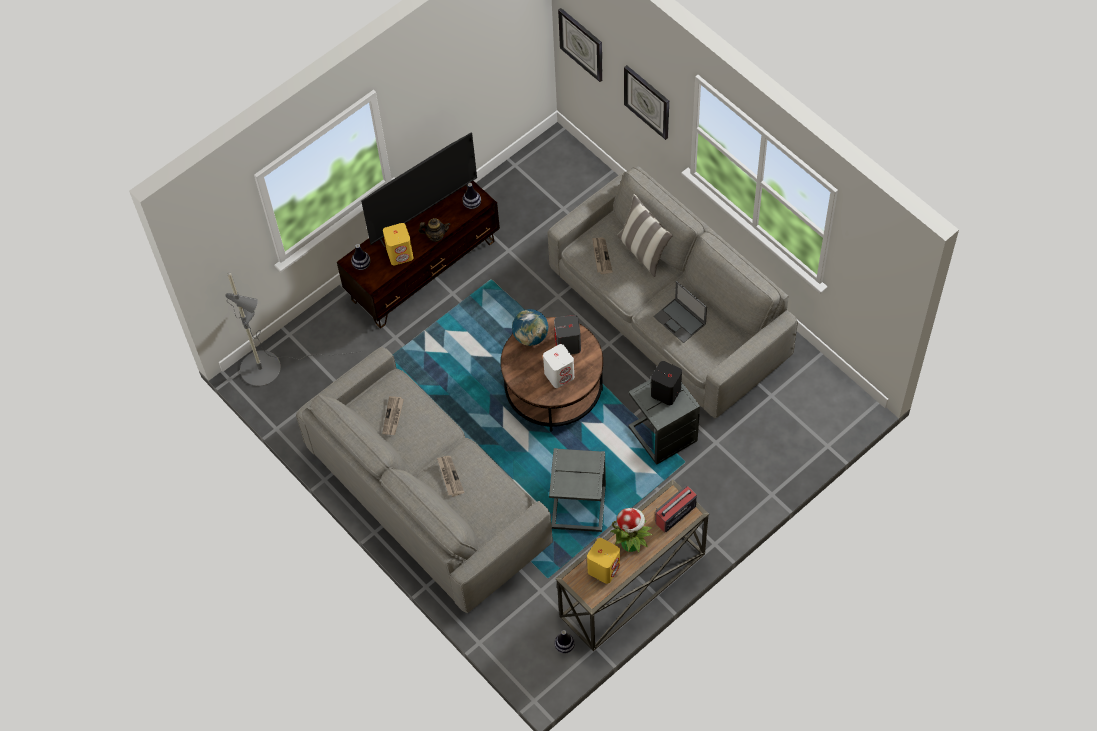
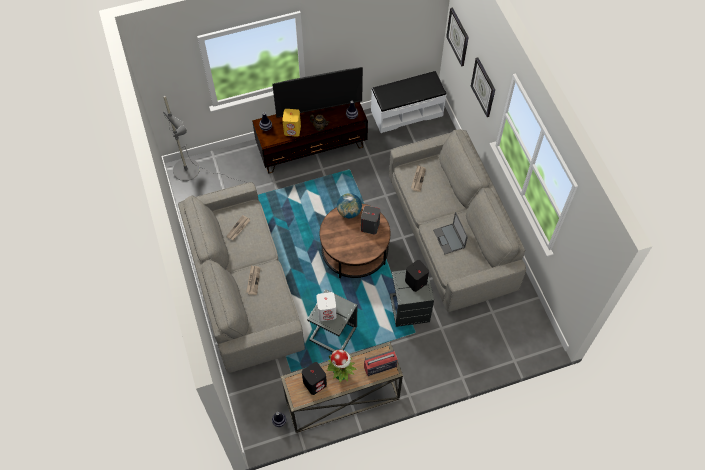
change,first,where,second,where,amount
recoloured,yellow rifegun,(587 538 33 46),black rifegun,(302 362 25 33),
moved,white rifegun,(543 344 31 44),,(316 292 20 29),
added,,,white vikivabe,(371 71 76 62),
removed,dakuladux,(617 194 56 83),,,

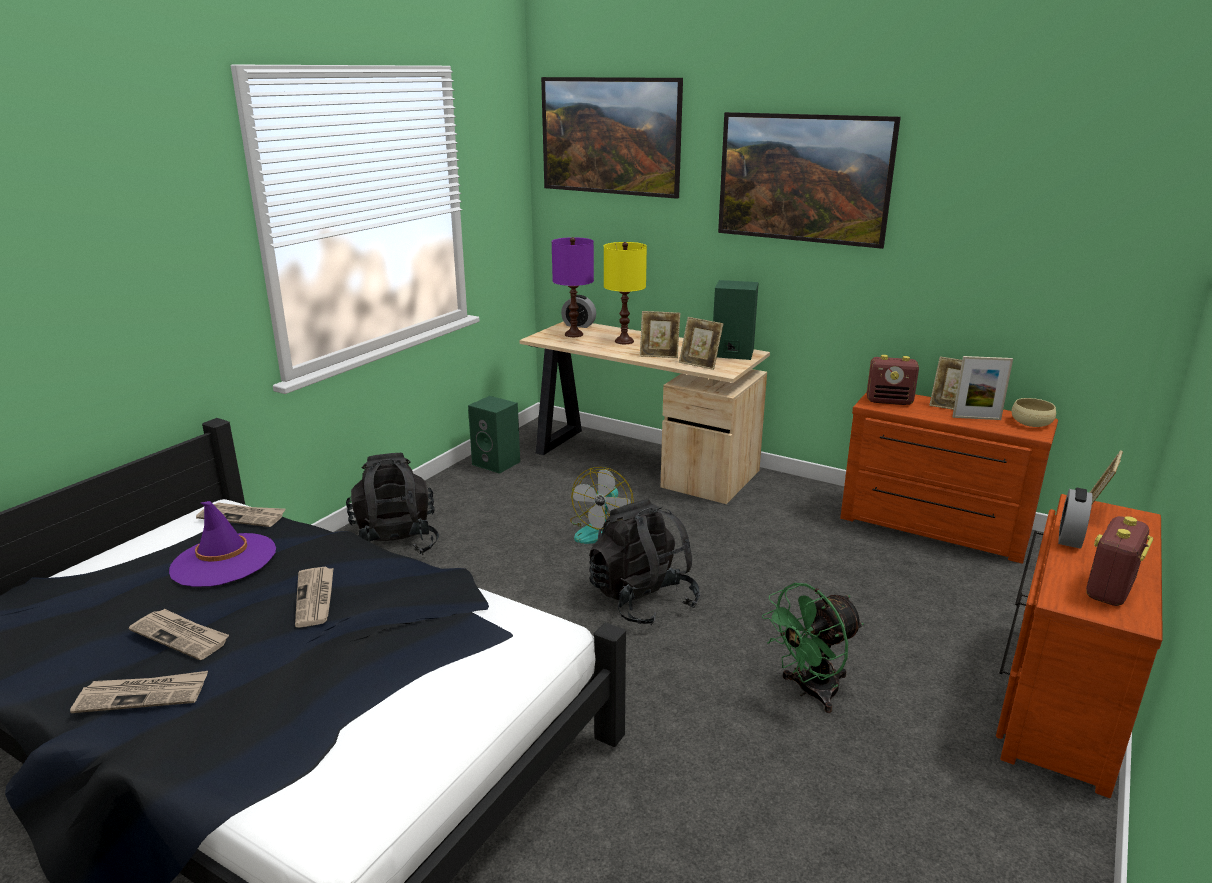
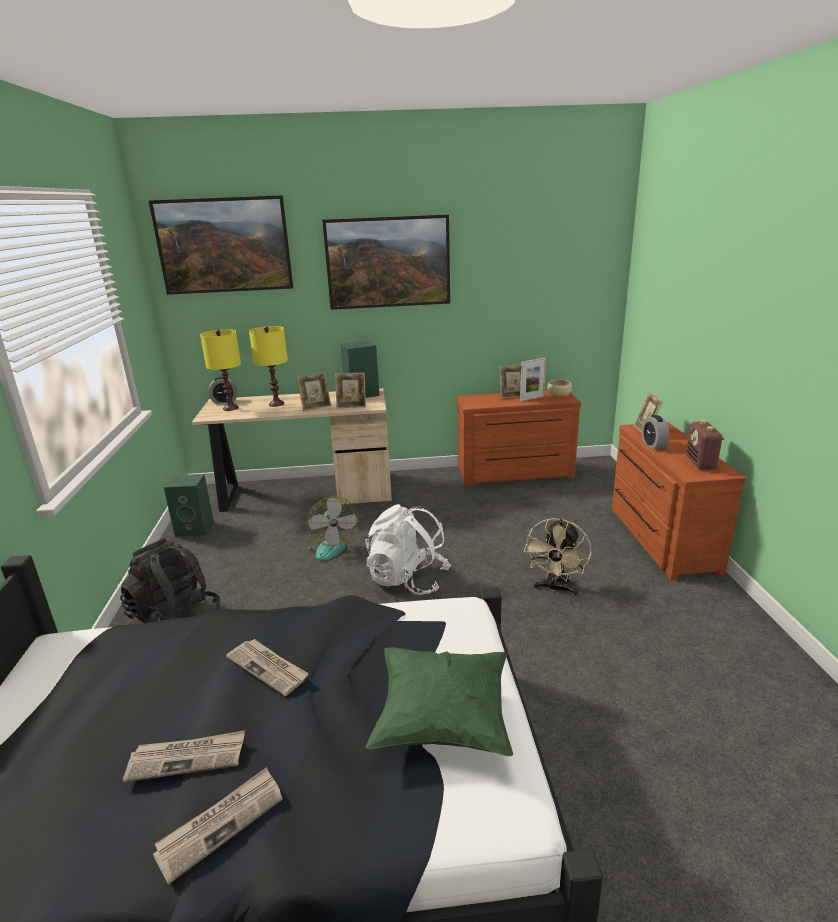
change,first,where,second,where,amount
recoloured,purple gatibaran,(552 237 42 100),yellow gatibaran,(200 329 41 82),
recoloured,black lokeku,(589 499 111 126),white lokeku,(365 504 86 91),
added,,,green dakuladux,(366 647 147 109),
recoloured,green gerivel,(762 583 102 130),beige gerivel,(524 518 67 78),
removed,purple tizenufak,(169 501 107 86),,,
removed,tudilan,(196 502 90 25),,,
removed,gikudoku,(867 355 52 50),,,

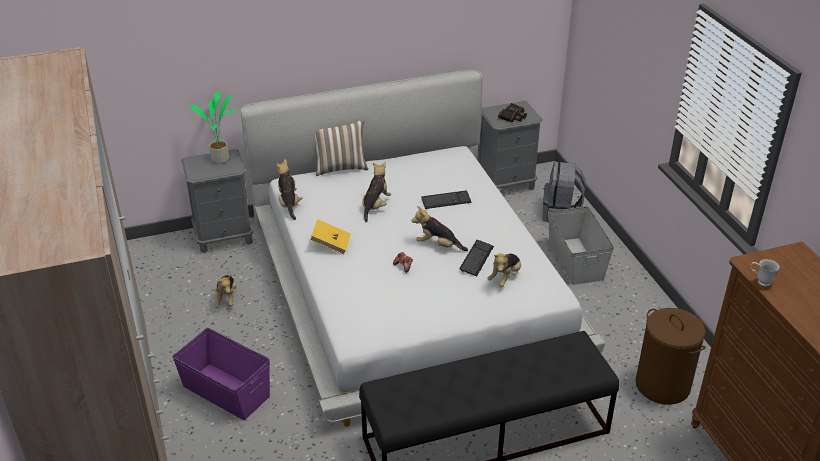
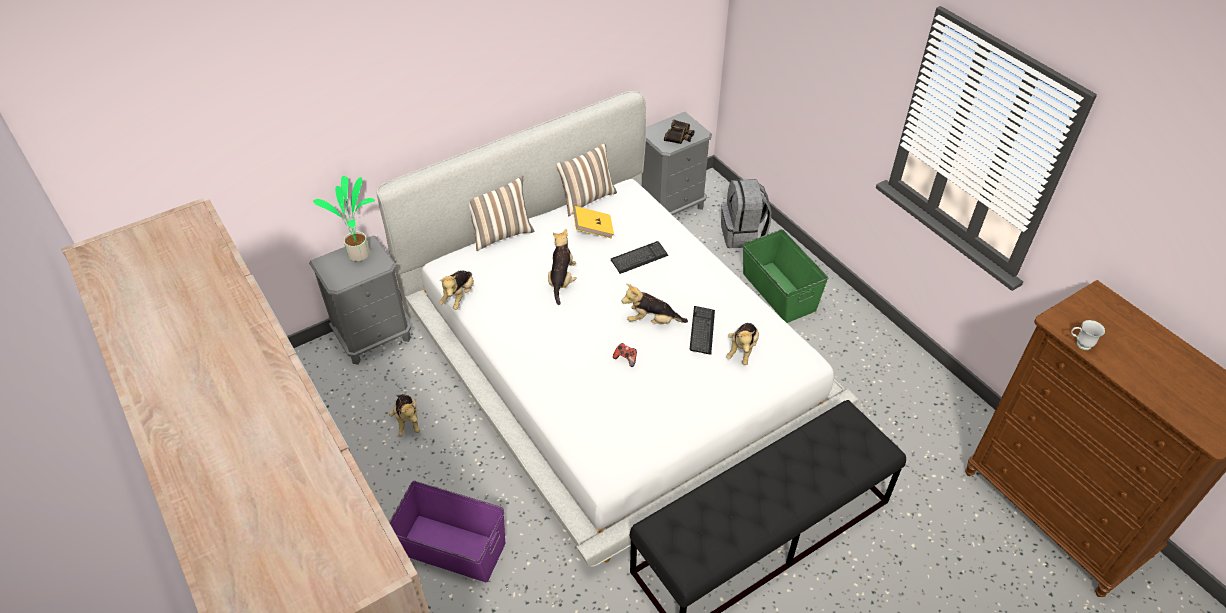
change,first,where,second,where,amount
turned,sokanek,(276 159 27 61),,(439 270 35 40),135 degrees counterclockwise
added,,,dakuladux,(556 144 61 72),
moved,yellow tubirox,(310 220 41 34),,(573 206 41 33),
recoloured,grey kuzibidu,(548 206 66 79),green kuzibidu,(743 229 85 94),
removed,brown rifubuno,(635 308 71 97),,,

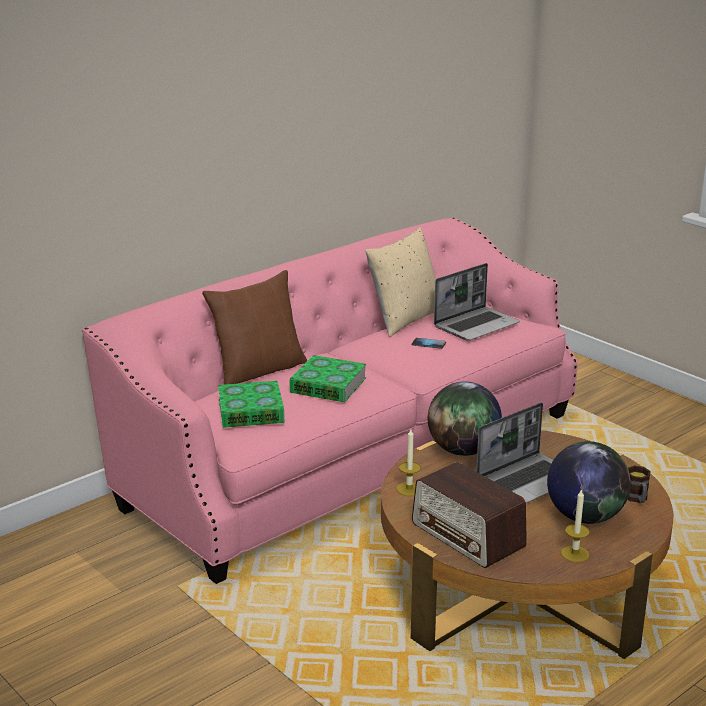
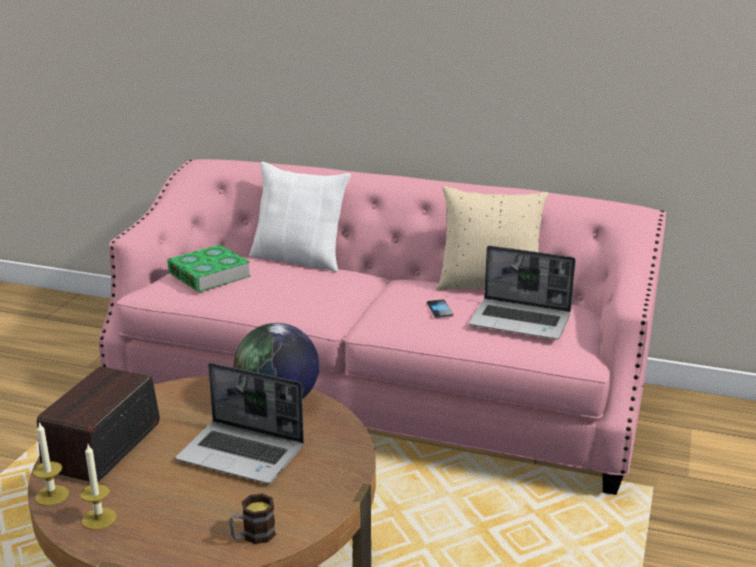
change,first,where,second,where,amount
moved,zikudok,(397 429 24 67),,(33 422 36 84),
recoloured,brown dakuladux,(202 270 105 115),white dakuladux,(249 161 102 111),
removed,tubirox,(289 355 77 47),,,
removed,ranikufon,(547 441 84 83),,,

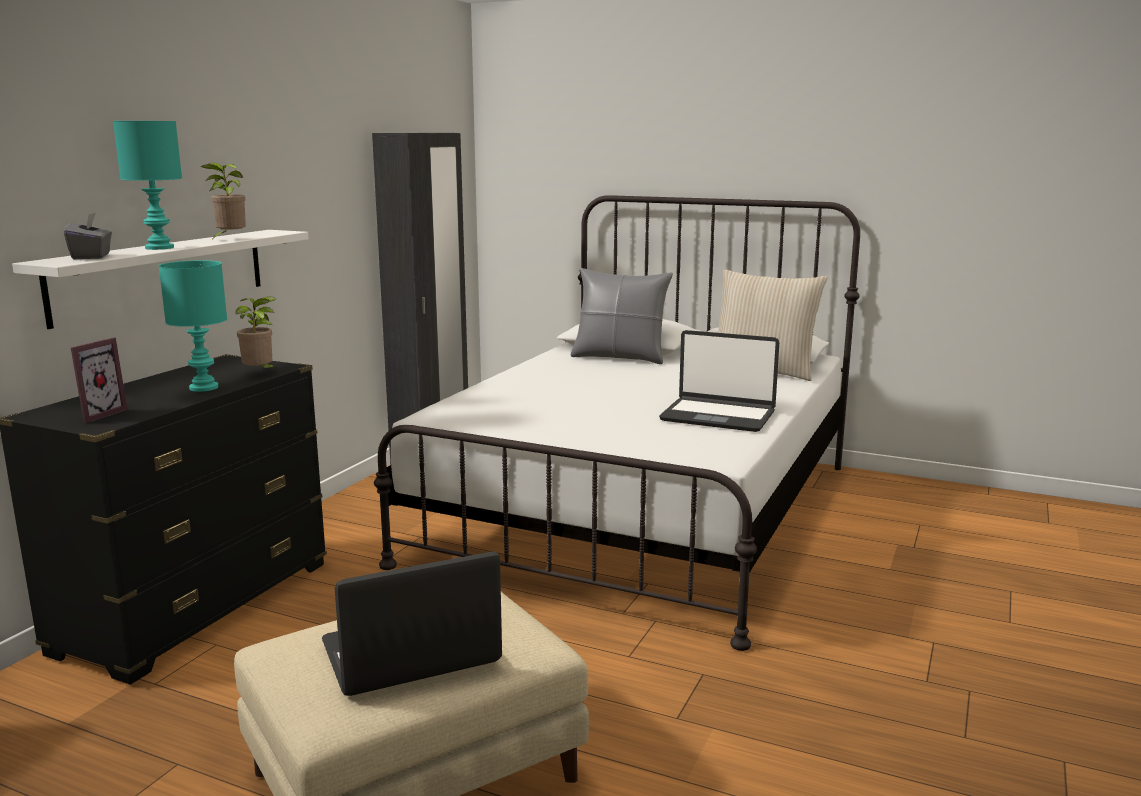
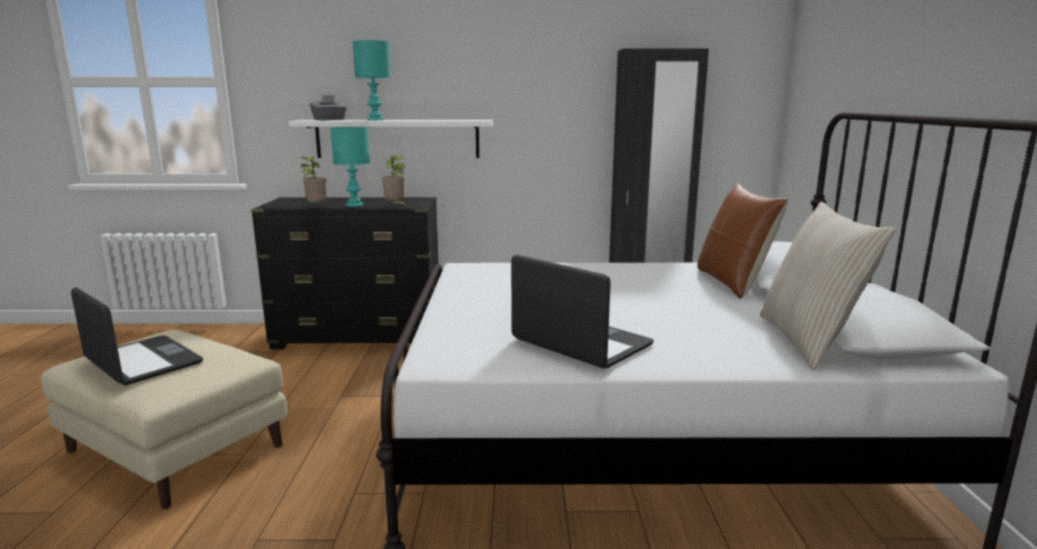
change,first,where,second,where,amount
moved,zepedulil,(201 163 45 75),,(301 155 25 51),
turned,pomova,(659 330 120 102),,(511 255 143 114),135 degrees clockwise
recoloured,grey dakuladux,(571 268 102 96),brown dakuladux,(697 183 91 116),
removed,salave,(71 337 56 86),,,

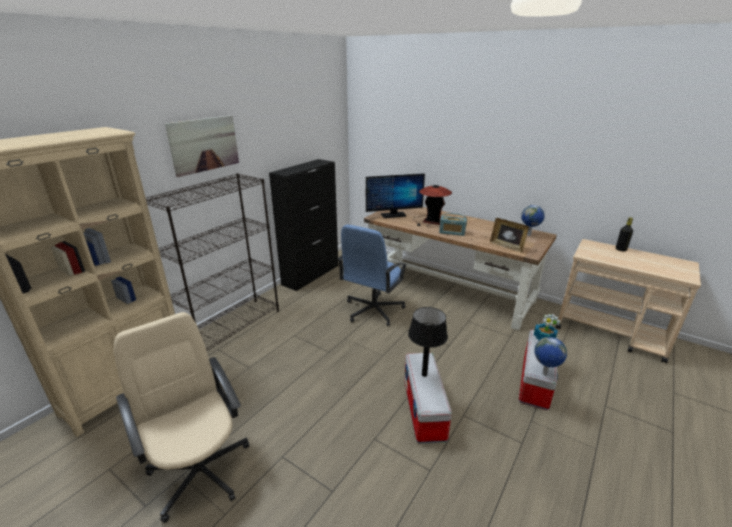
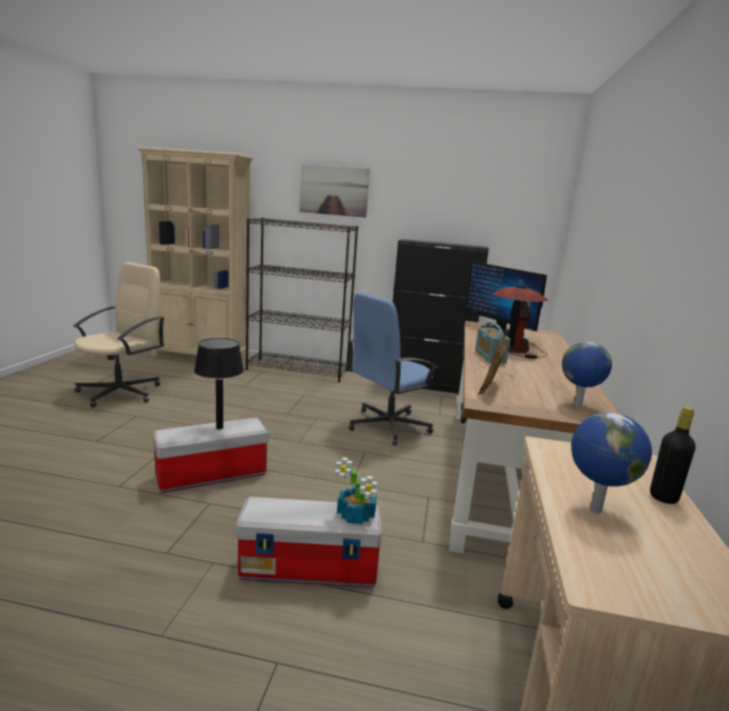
change,first,where,second,where,amount
turned,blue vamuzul,(338 225 69 101),,(348 293 91 152),45 degrees counterclockwise
moved,ranikufon,(534 337 33 39),,(571 412 81 102),

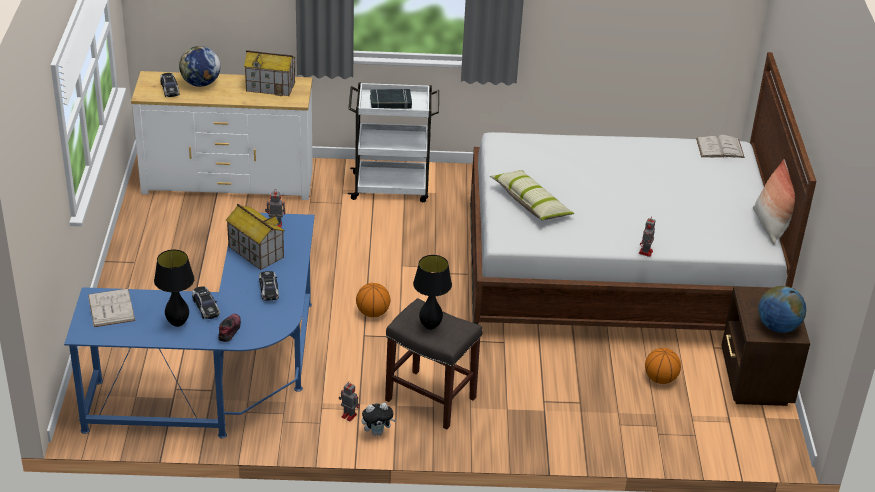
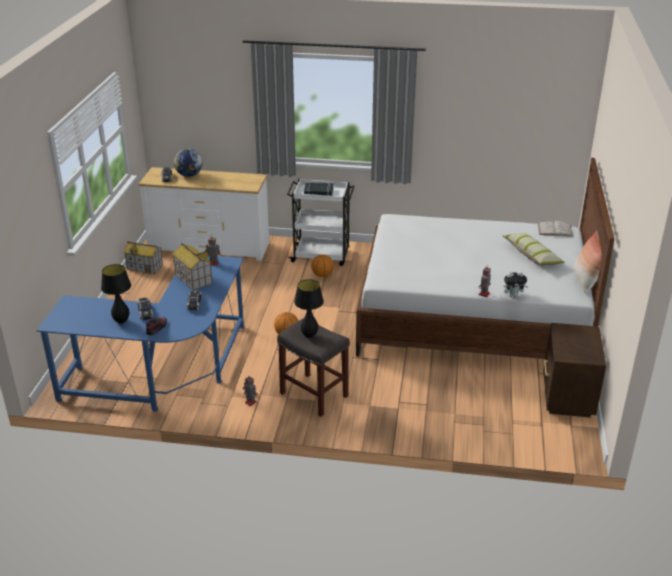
change,first,where,second,where,amount
moved,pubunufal,(244 50 51 46),,(124 241 39 33),
moved,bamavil,(645 348 36 36),,(311 254 23 23),
moved,dakuladux,(490 170 84 50),,(502 233 63 33),
moved,sokanek,(361 403 36 33),,(503 271 25 26),
removed,white tubirox,(88 288 47 39),,,
removed,ranikufon,(758 286 48 47),,,

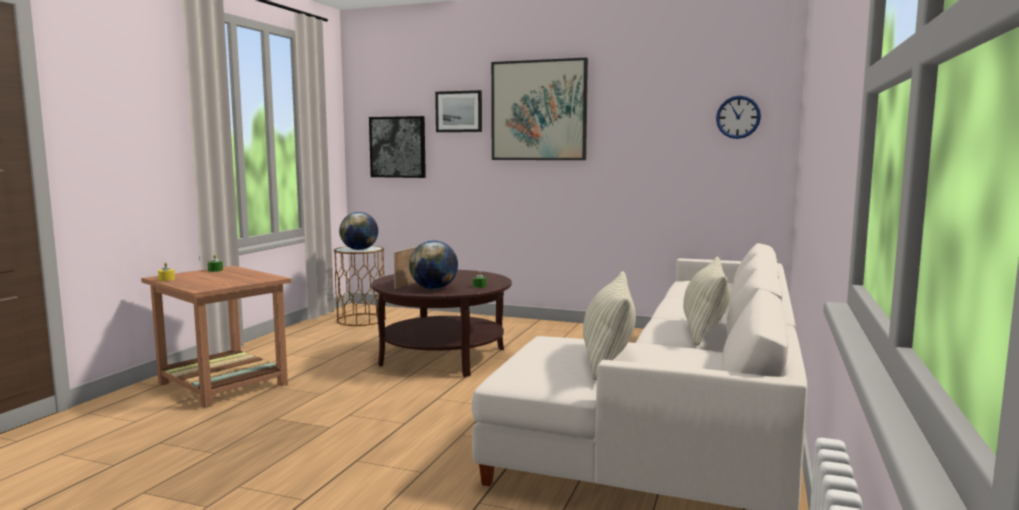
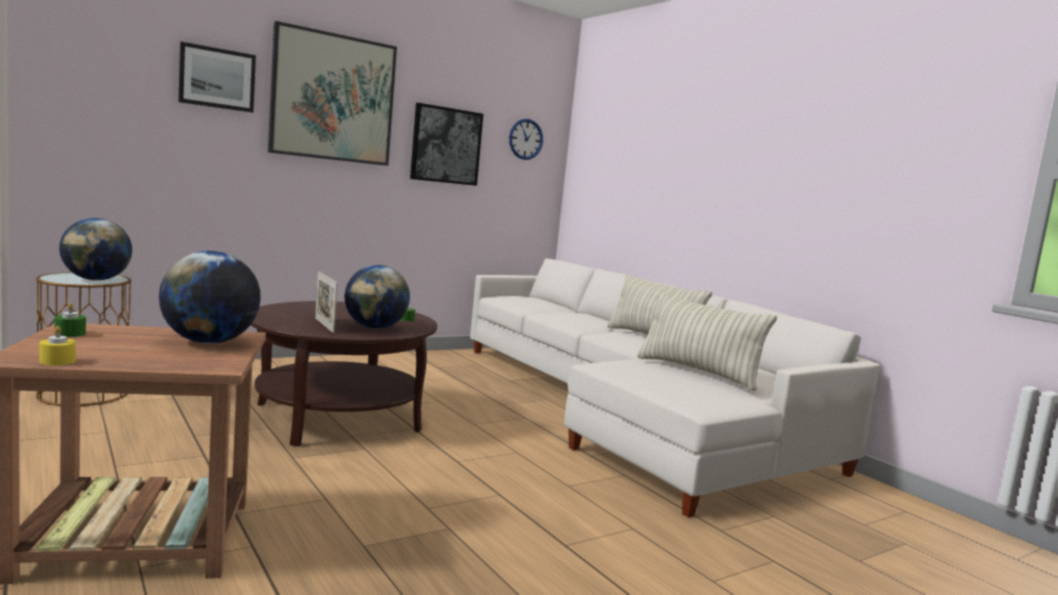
change,first,where,second,where,amount
added,,,ranikufon,(159 251 102 93),
moved,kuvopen,(369 116 57 62),,(410 103 73 83),

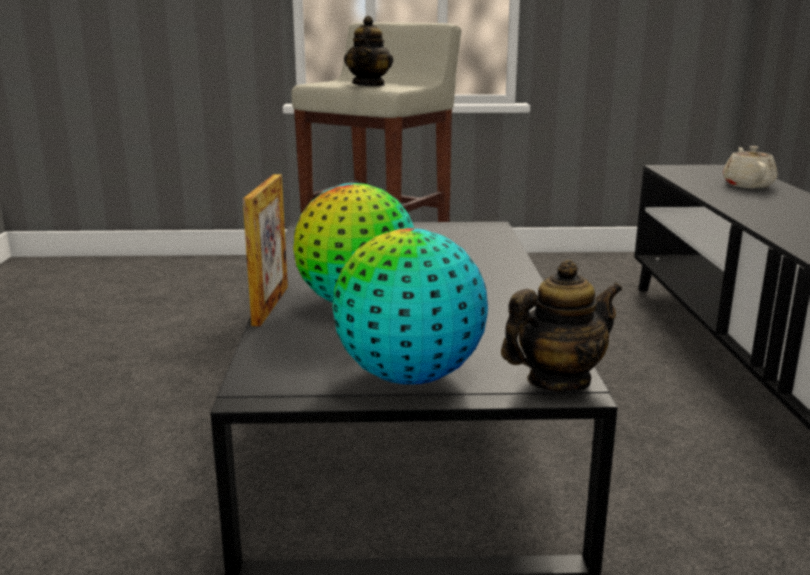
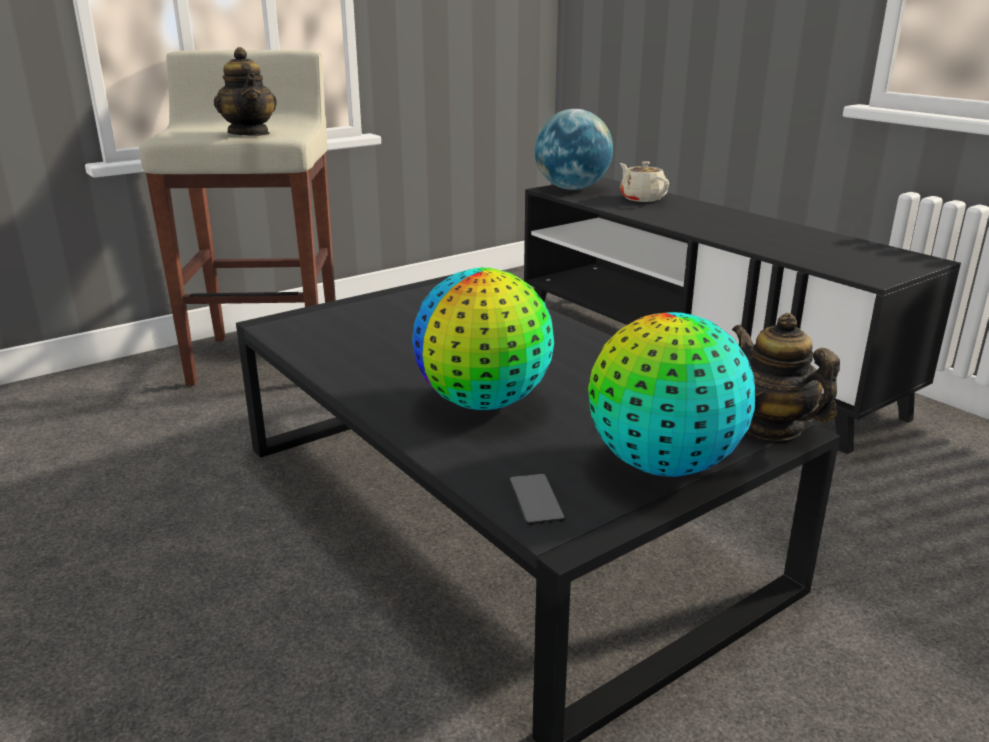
change,first,where,second,where,amount
added,,,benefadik,(509 474 56 51),
added,,,ranikufon,(534 109 79 81),
turned,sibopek,(501 259 122 133),,(732 313 108 128),60 degrees counterclockwise
removed,salave,(243 174 45 152),,,

